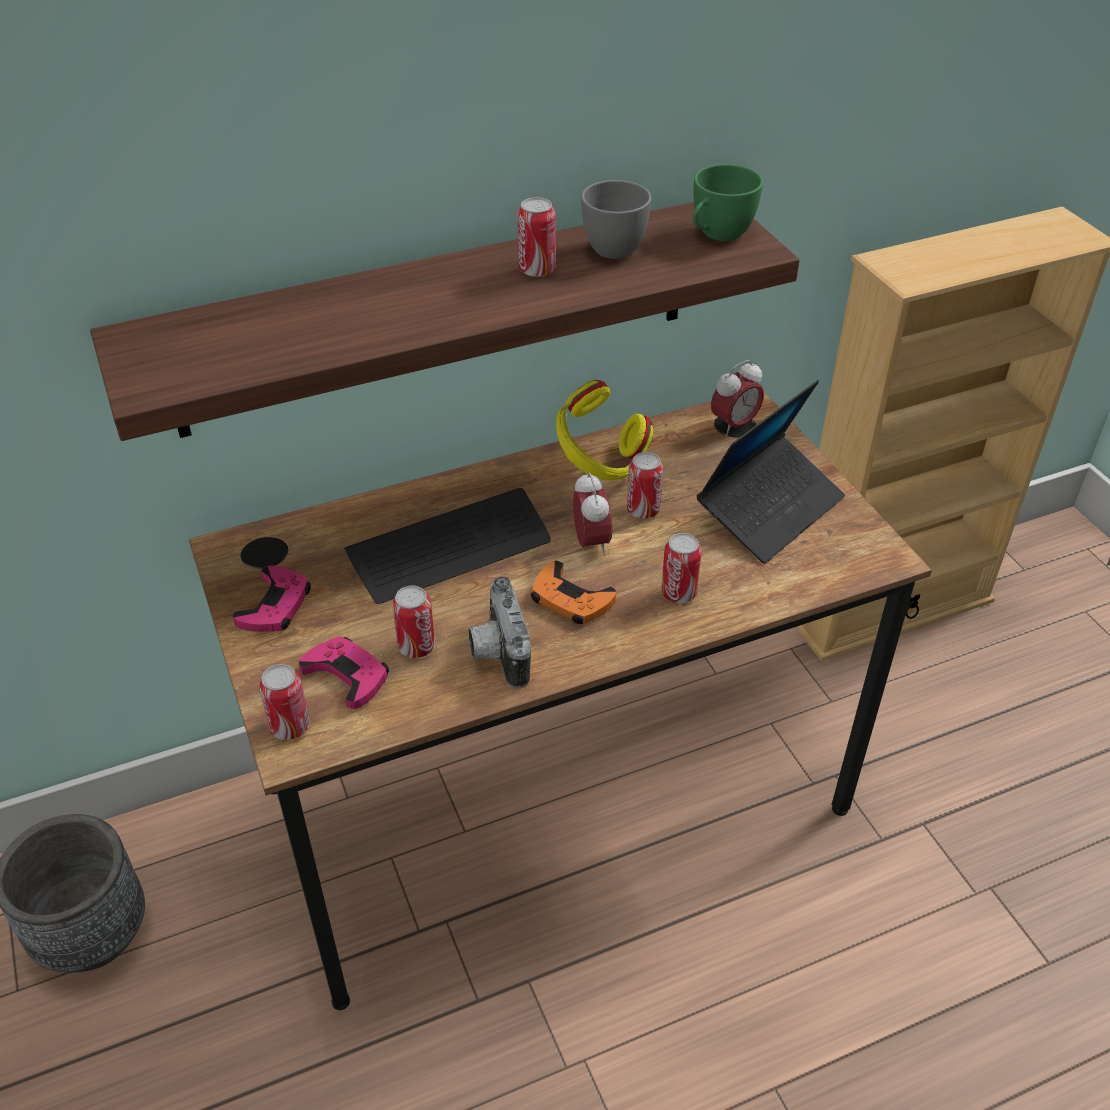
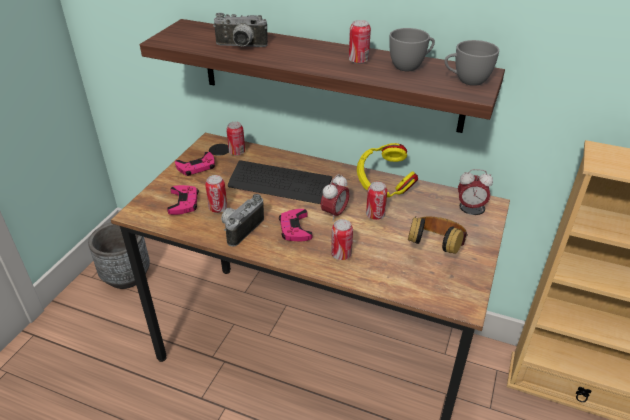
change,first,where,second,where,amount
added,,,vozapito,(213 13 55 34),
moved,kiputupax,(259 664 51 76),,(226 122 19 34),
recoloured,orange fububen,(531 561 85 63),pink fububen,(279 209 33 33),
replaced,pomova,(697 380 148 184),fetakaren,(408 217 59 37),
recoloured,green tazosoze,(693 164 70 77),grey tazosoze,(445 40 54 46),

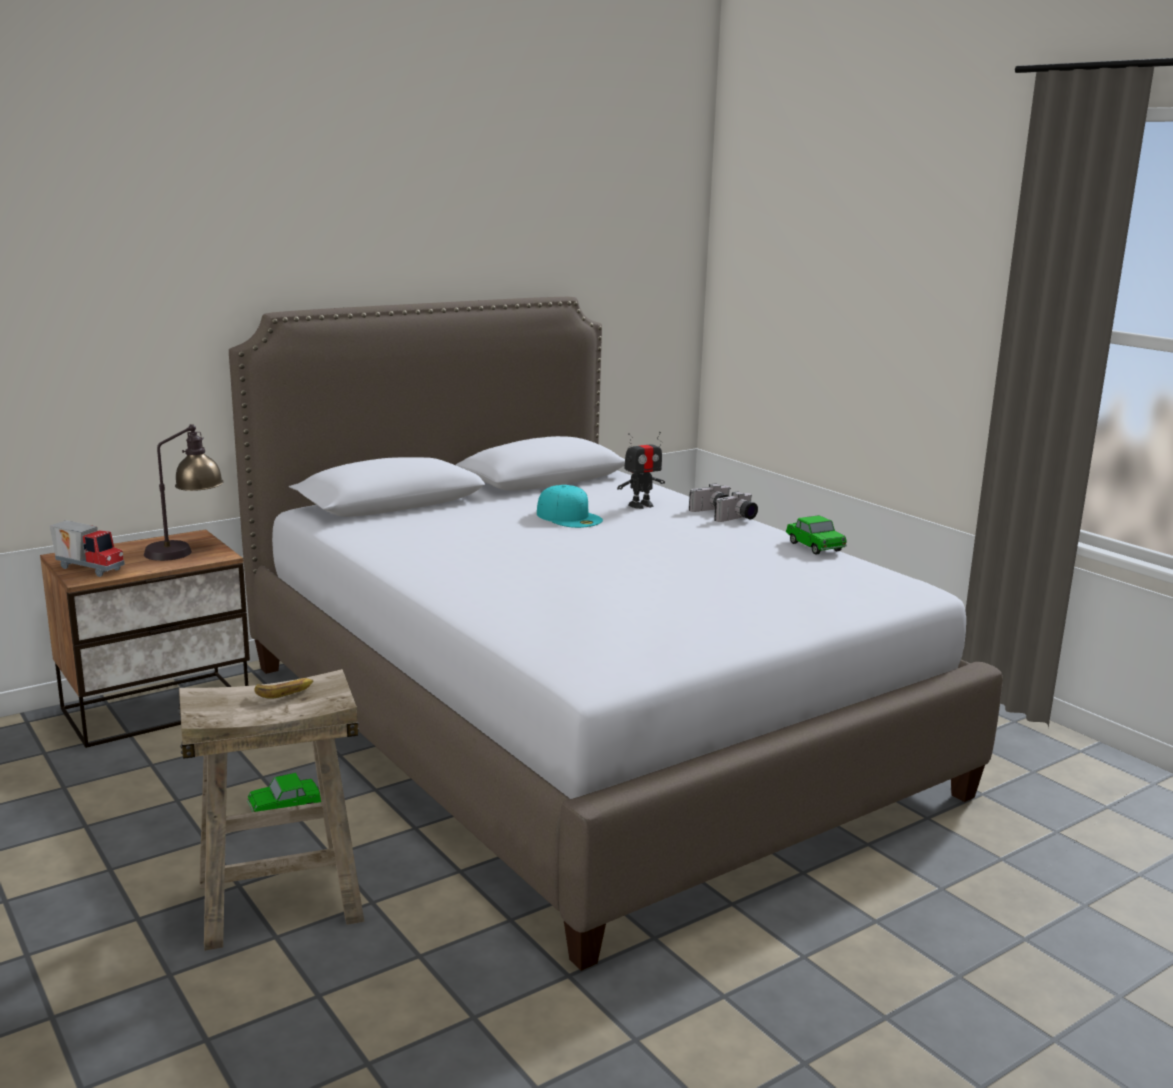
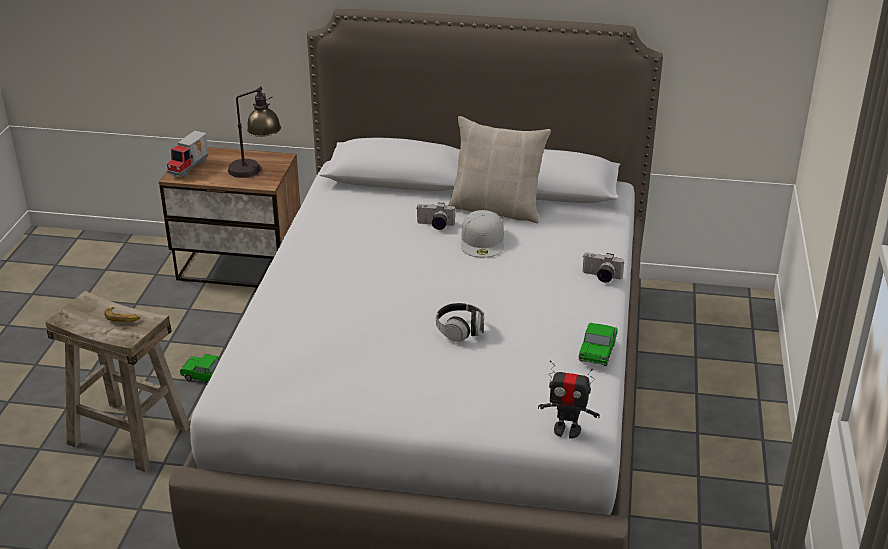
change,first,where,second,where,amount
turned,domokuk,(49 520 76 57),,(167 131 41 47),45 degrees clockwise
moved,vozapito,(714 491 44 31),,(416 203 40 27),
added,,,fetakaren,(436 303 48 39),
added,,,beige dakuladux,(448 116 103 107),
recoloured,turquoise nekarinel,(537 485 66 43),white nekarinel,(461 210 43 47),
moved,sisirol,(617 432 48 77),,(538 361 62 78),

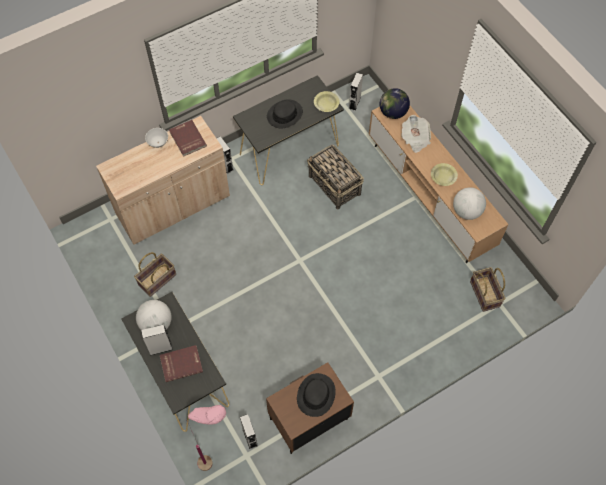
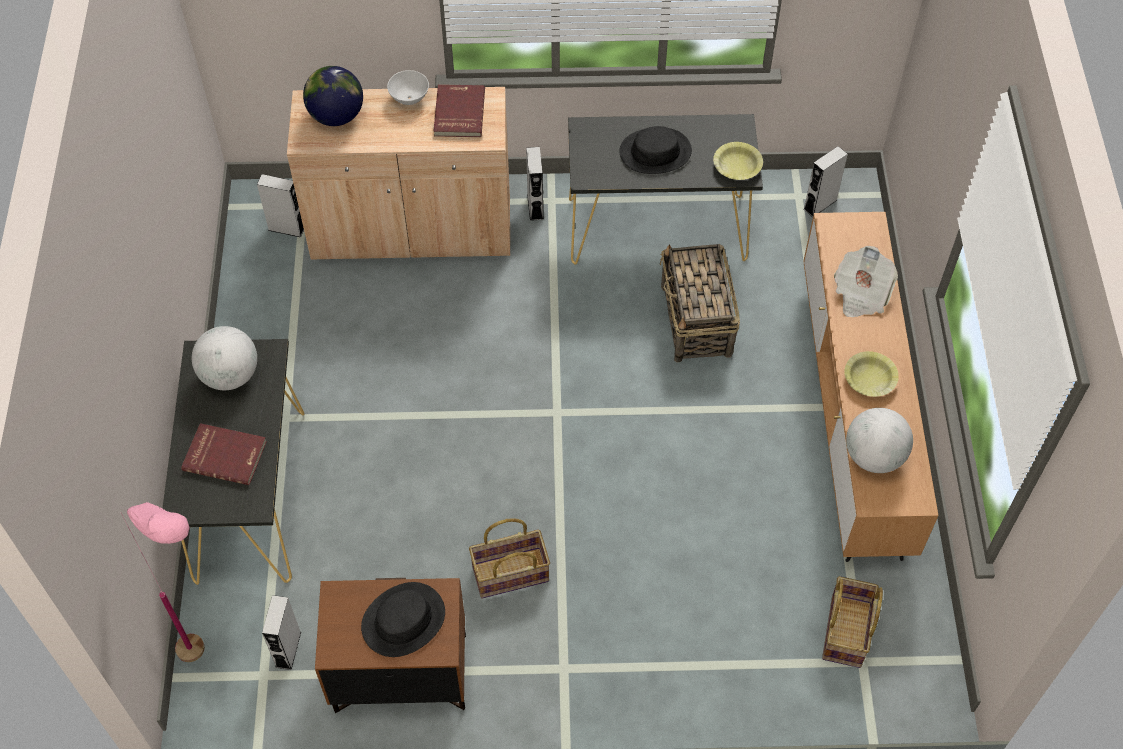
change,first,where,second,where,amount
moved,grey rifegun,(141 324 32 32),,(257 174 47 63),
moved,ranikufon,(379 88 31 31),,(303 66 60 60),
moved,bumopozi,(134 252 42 45),,(469 518 81 80),

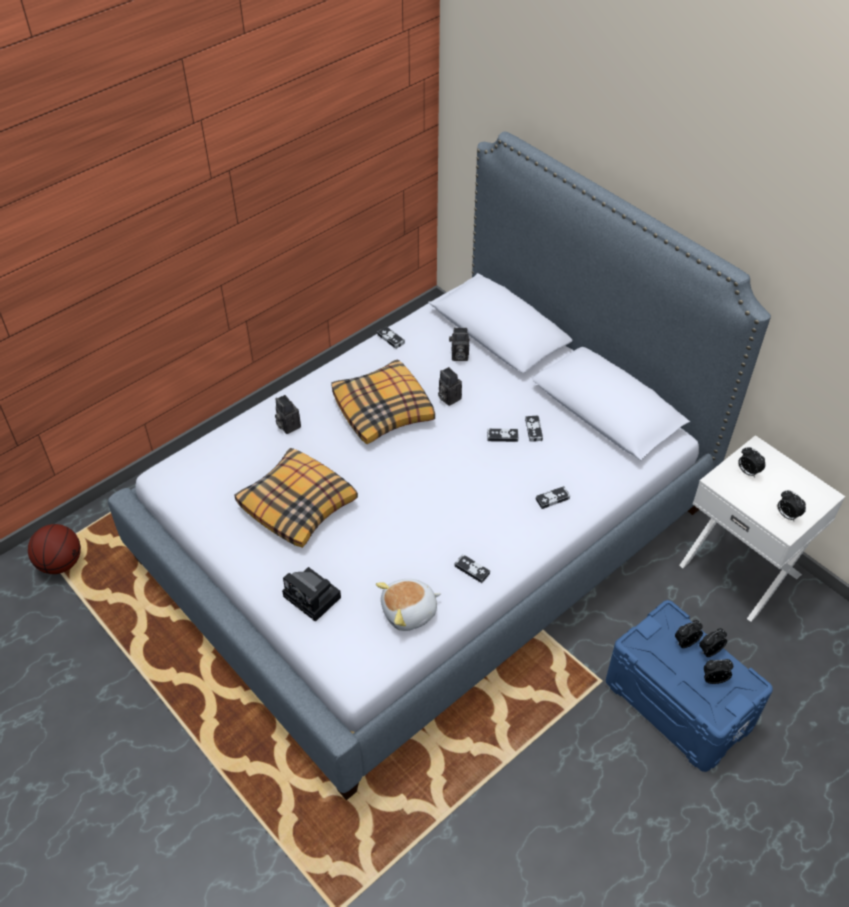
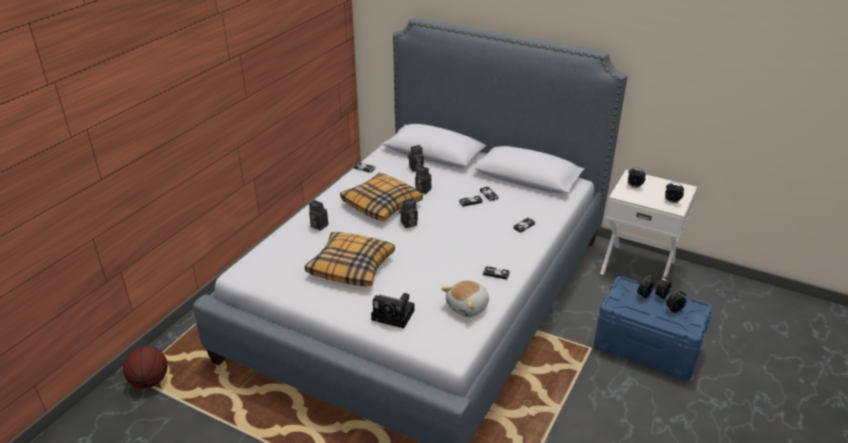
change,first,where,second,where,amount
added,,,vozapito,(399 198 19 30),

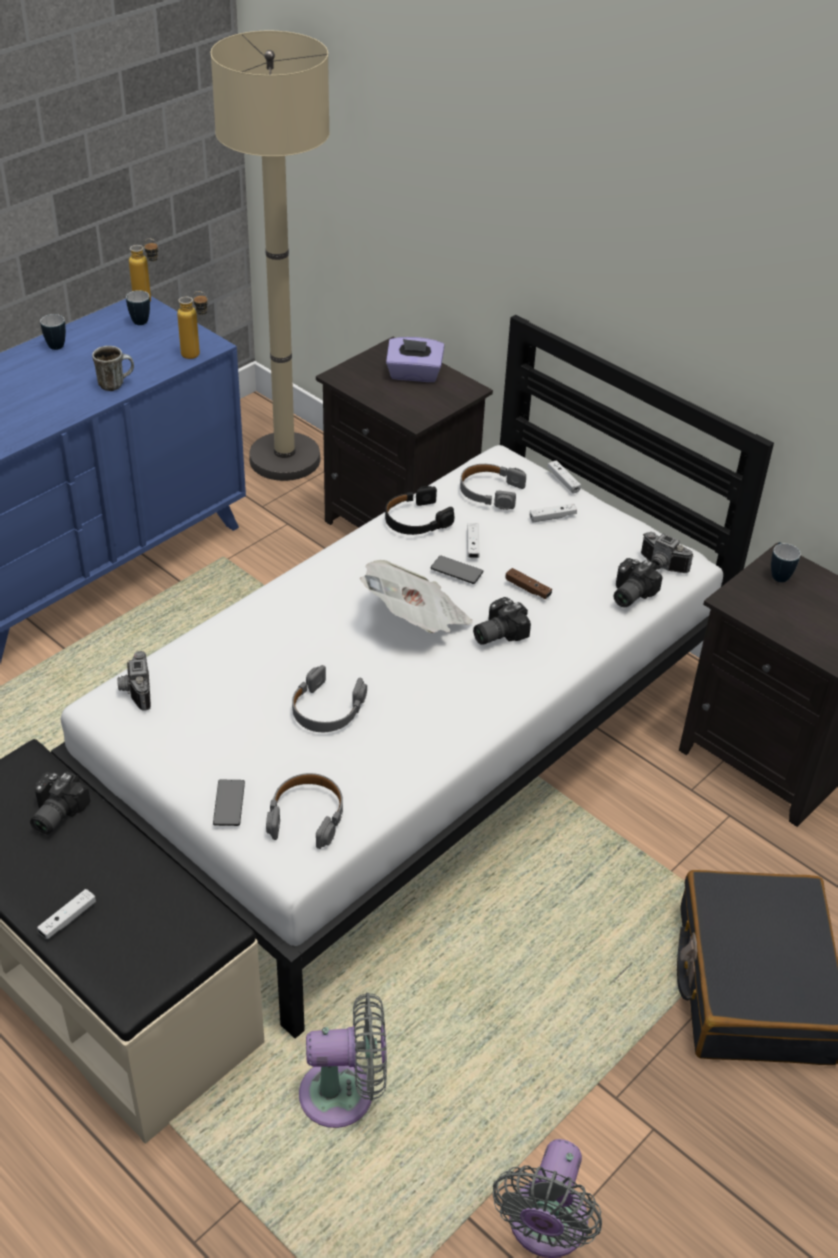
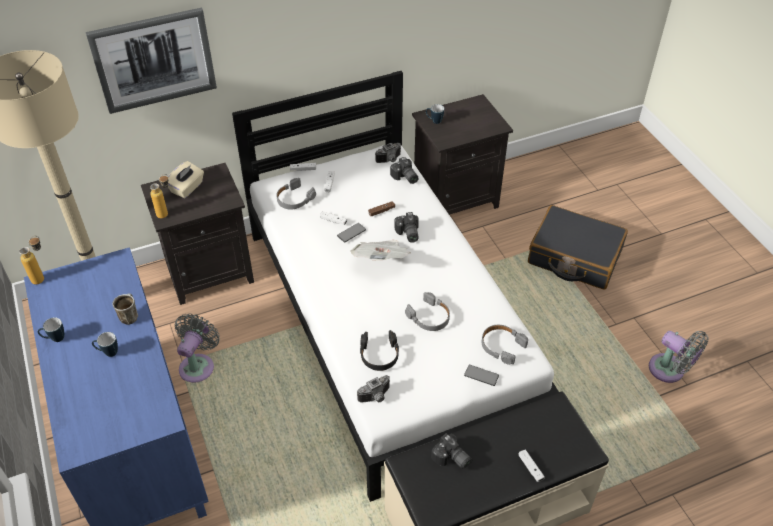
change,first,where,second,where,amount
added,,,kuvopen,(86 8 131 106),
moved,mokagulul,(126 290 24 35),,(92 332 26 25),
moved,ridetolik,(177 291 31 68),,(150 174 19 45),
recoloured,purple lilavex,(386 337 59 45),beige lilavex,(168 161 36 37),
moved,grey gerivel,(299 993 88 135),,(175 313 45 70),
turned,vozapito,(117 651 34 60),,(357 375 33 28),45 degrees counterclockwise
moved,black fetakaren,(385 486 70 49),,(360 330 39 41),

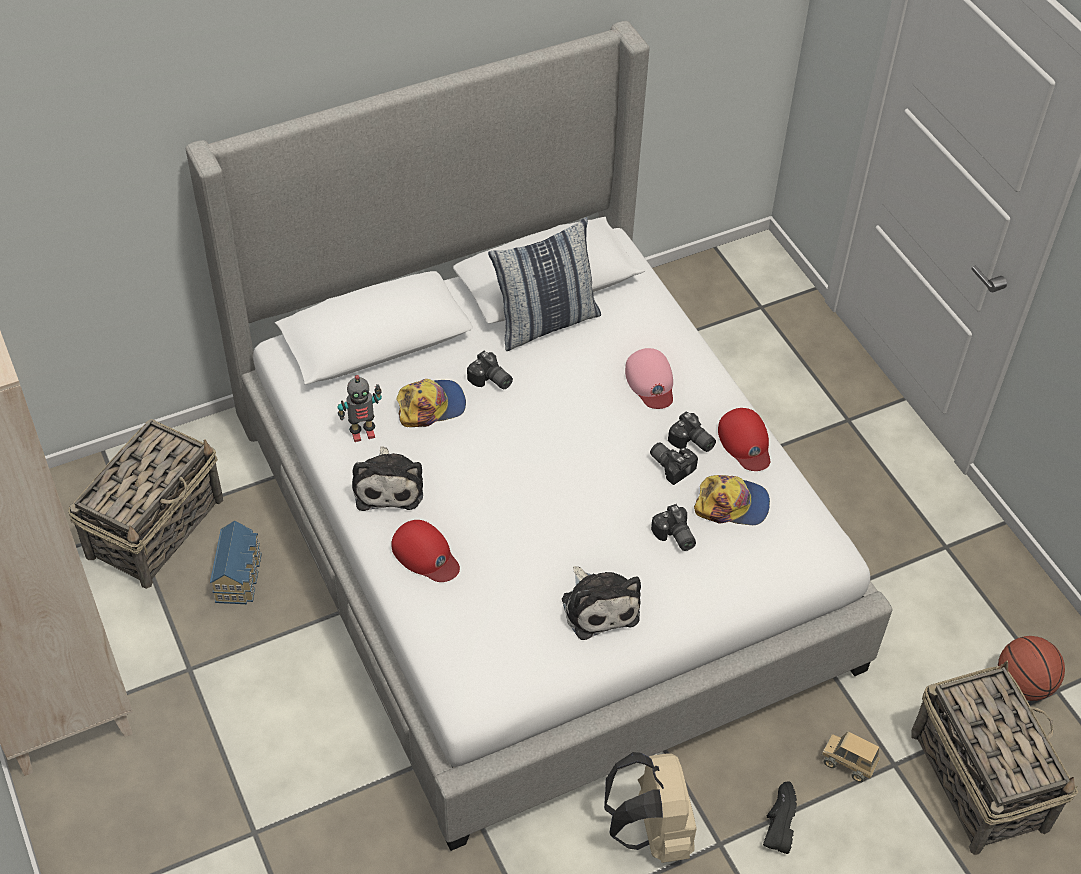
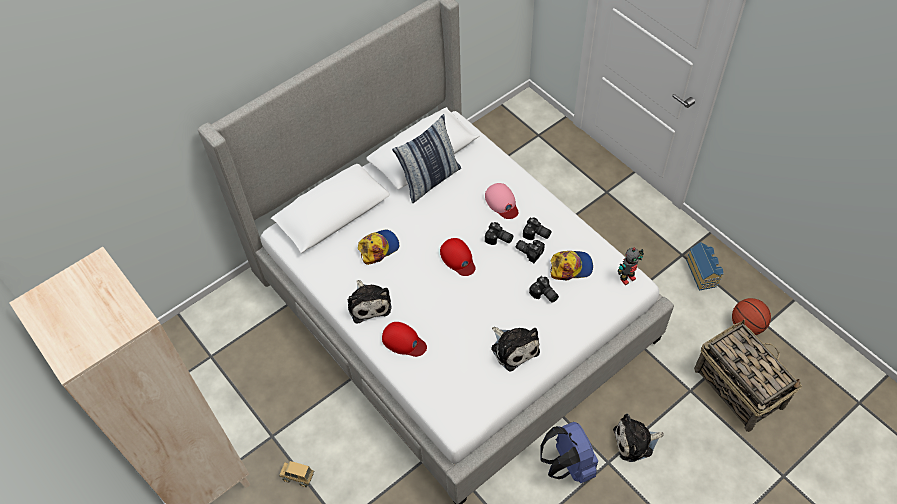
change,first,where,second,where,amount
moved,domokuk,(822 732 58 50),,(279 461 35 26),
moved,red nekarinel,(718 408 52 63),,(440 238 36 38),
moved,vozapito,(467 351 46 38),,(485 222 28 23),
recoloured,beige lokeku,(604 752 93 111),blue lokeku,(540 422 58 61),
replaced,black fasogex,(763 781 34 73),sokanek,(613 414 51 48),
moved,sisirol,(338 375 44 67),,(618 247 26 38),
moved,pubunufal,(210 521 52 83),,(686 242 38 49),
removed,bumopozi,(68 419 155 170),,,

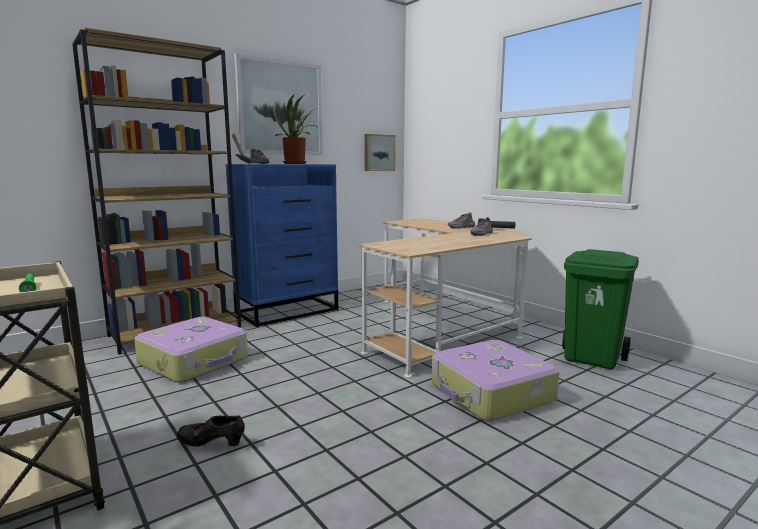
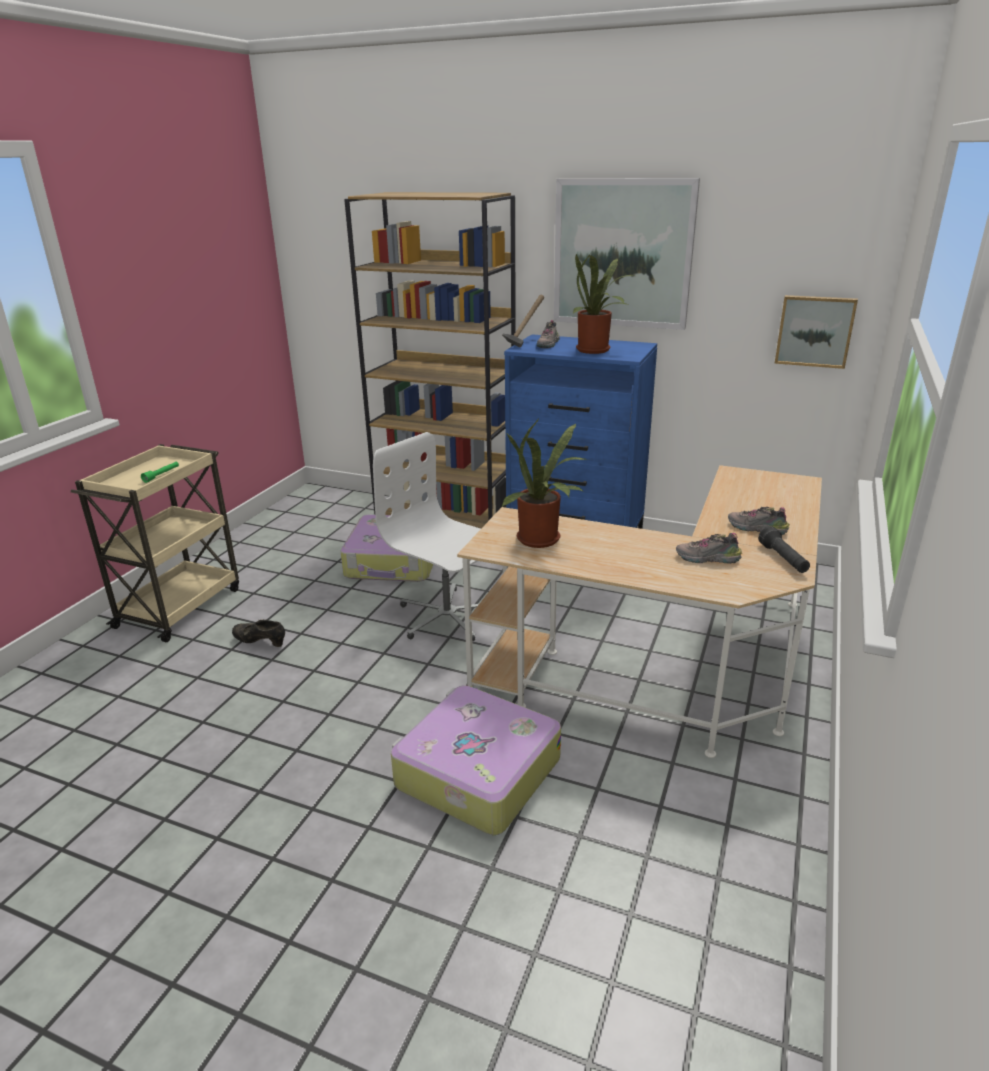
change,first,where,second,where,amount
turned,black fasogex,(177 415 68 32),,(232 620 53 27),45 degrees counterclockwise
added,,,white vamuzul,(373 432 107 210),
added,,,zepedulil,(501 420 87 128),
removed,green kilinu,(562 249 77 120),,,

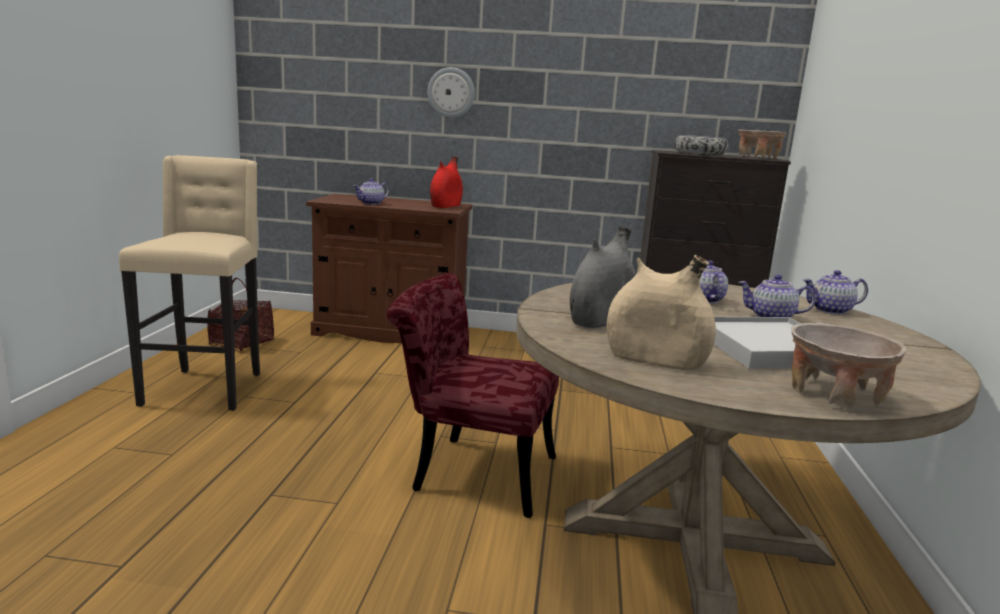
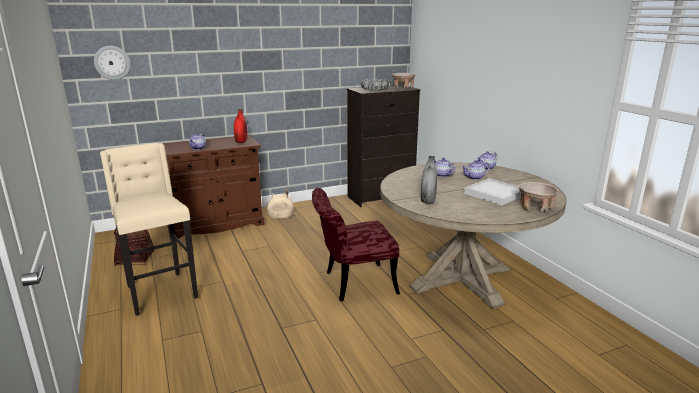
change,first,where,second,where,amount
moved,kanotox,(427 67 48 51),,(94 46 37 34),
moved,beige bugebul,(606 255 110 115),,(267 190 27 28),

